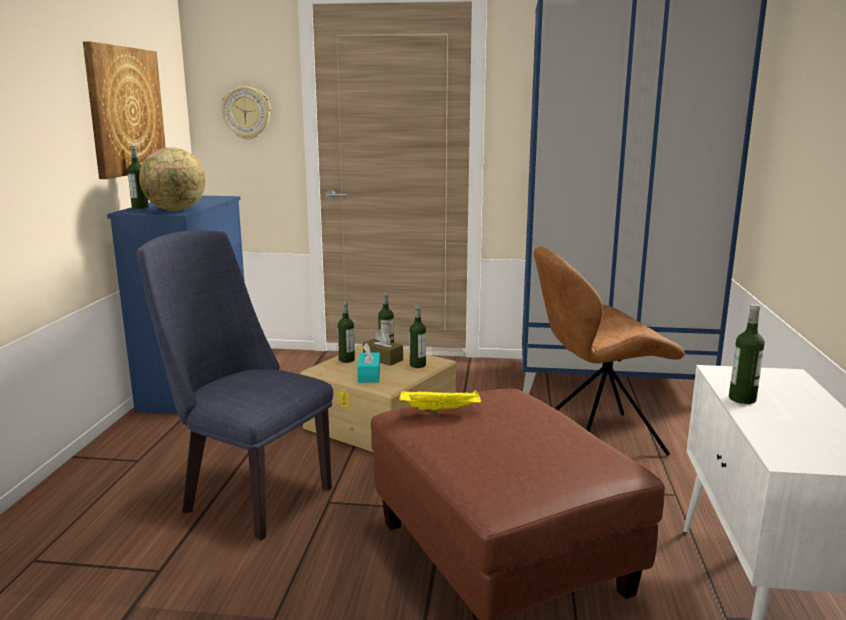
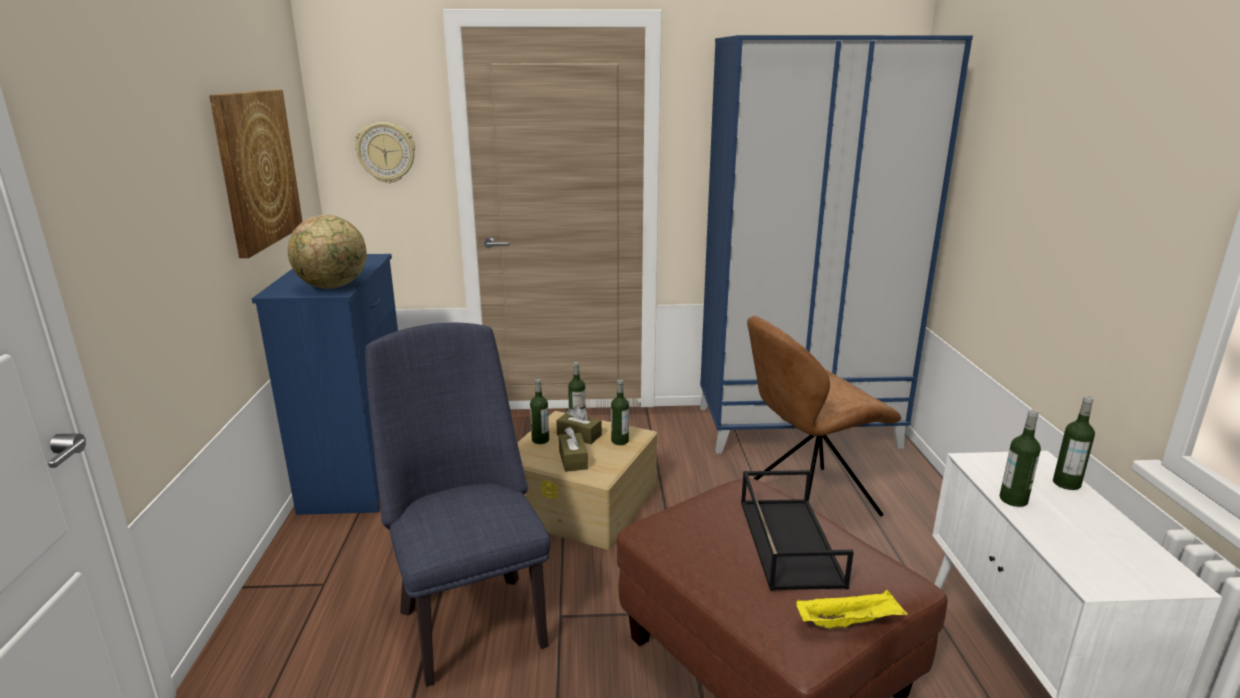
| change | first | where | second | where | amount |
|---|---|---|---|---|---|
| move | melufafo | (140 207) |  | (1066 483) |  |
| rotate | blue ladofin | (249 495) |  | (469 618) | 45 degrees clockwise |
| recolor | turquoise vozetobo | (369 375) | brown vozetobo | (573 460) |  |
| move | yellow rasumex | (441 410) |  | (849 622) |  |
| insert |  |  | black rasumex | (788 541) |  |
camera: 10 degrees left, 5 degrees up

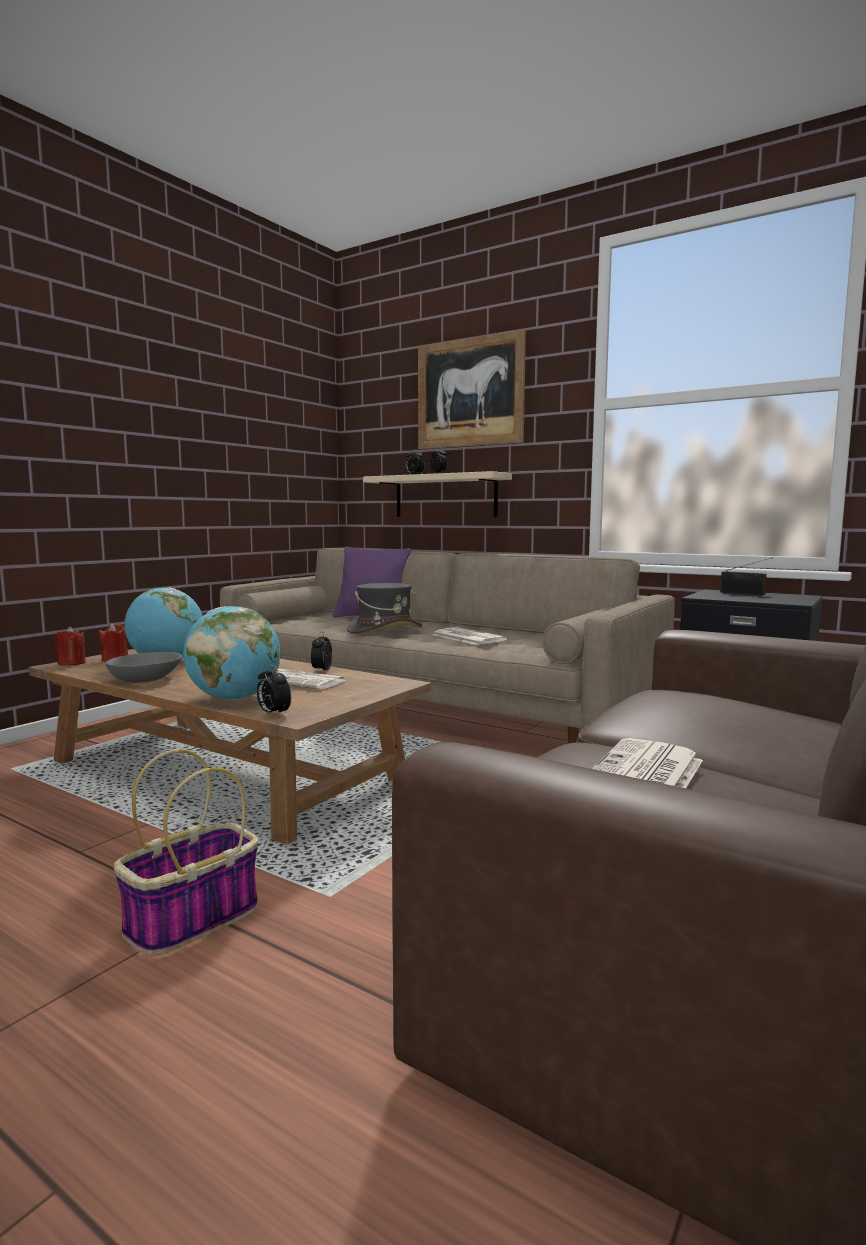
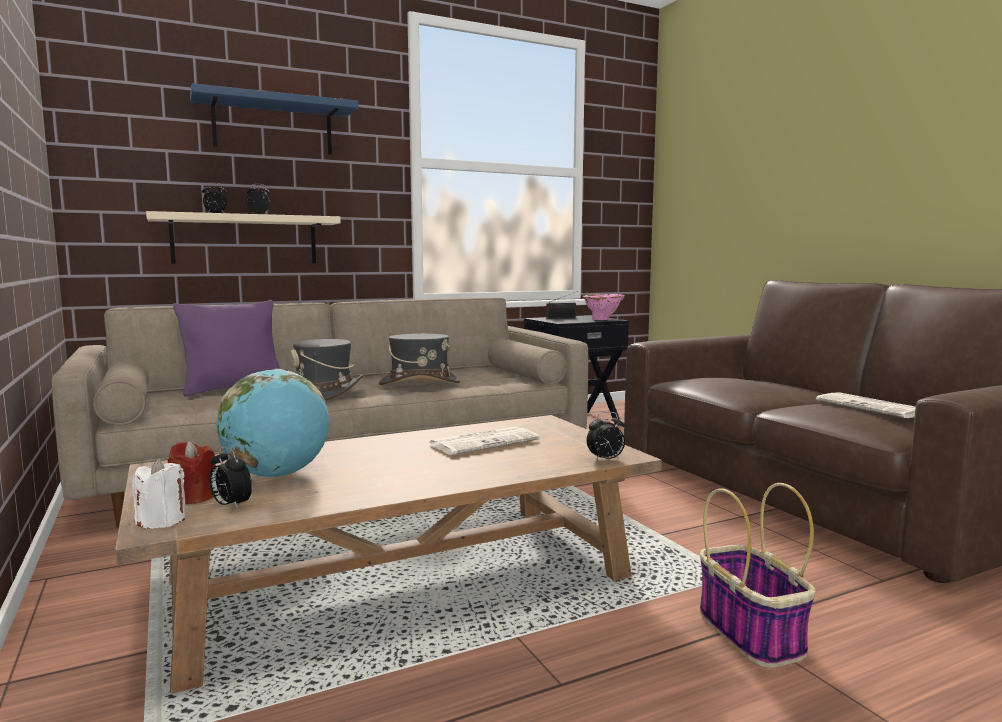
| change | first | where | second | where | amount |
|---|---|---|---|---|---|
| recolor | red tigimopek | (71 663) | white tigimopek | (162 521) |  |
| delete | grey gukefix | (145 679) |  |  |  |
| delete | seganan | (234 699) |  |  |  |
| move | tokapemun | (321 670) |  | (230 506) |  |
| replace | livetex | (470 393) | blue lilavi | (273 127) |  |
| replace | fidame | (467 637) | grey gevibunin | (419 383) |  |
| insert |  |  | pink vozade | (604 319) |  |
camera: 60 degrees left, 0 degrees up

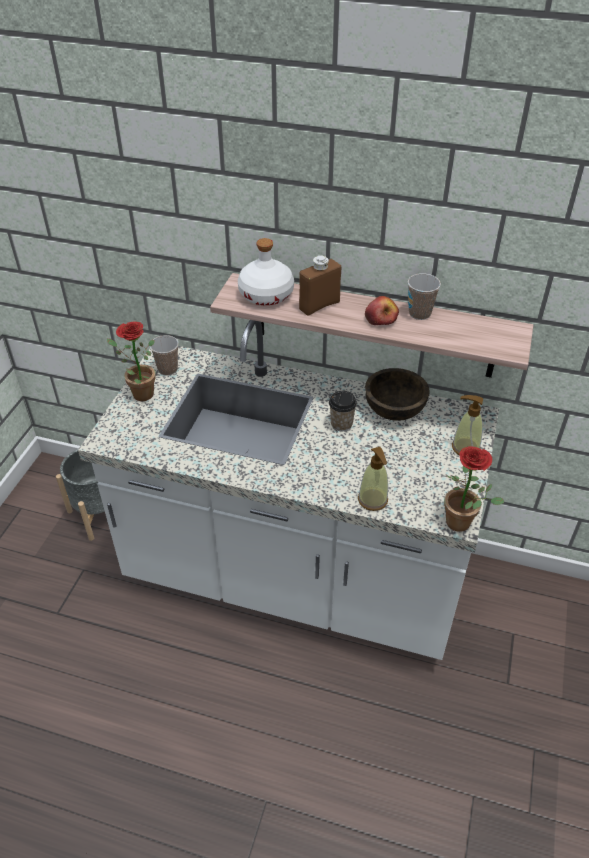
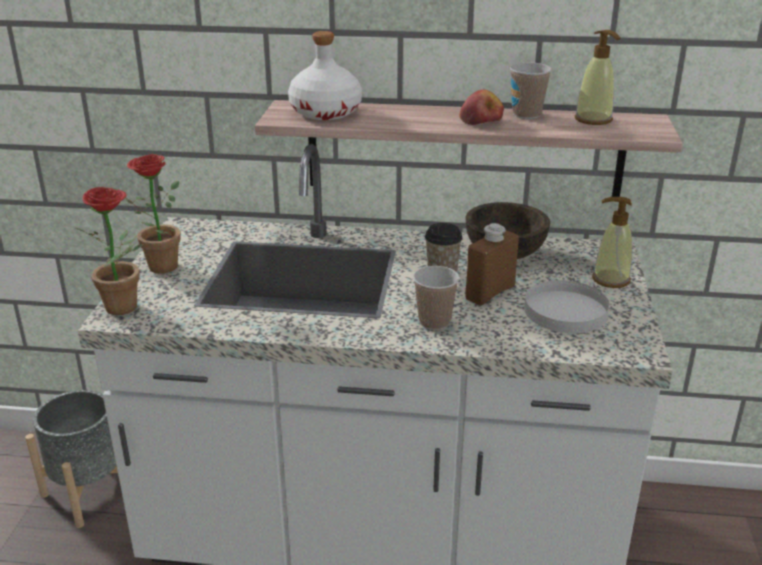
| change | first | where | second | where | amount |
|---|---|---|---|---|---|
| move | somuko | (167 369) |  | (434 322) |  |
| move | brown melufafo | (319 305) |  | (490 292) |  |
| move | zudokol | (373 500) |  | (593 119) |  |
| move | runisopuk | (463 524) |  | (127 308) |  |
| insert |  |  | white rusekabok | (565 311) |  |
camera: 10 degrees left, 15 degrees down

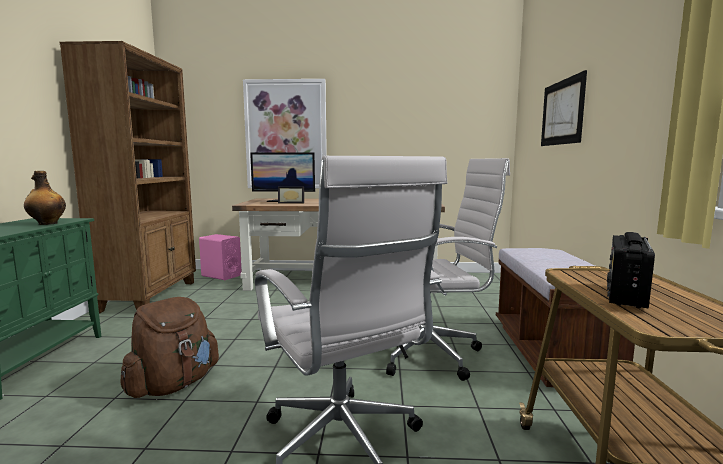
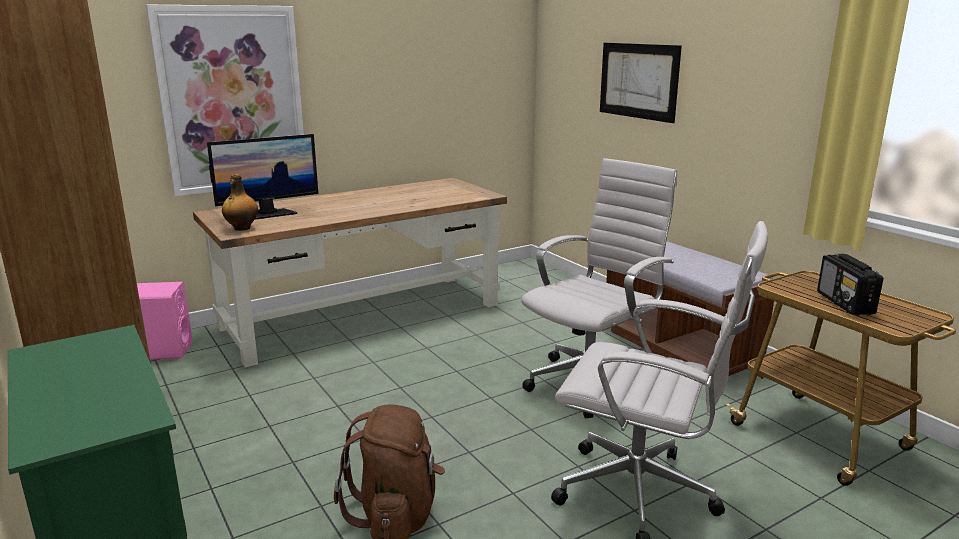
| change | first | where | second | where | amount |
|---|---|---|---|---|---|
| move | melufafo | (47 223) |  | (241 228) |  |
| delete | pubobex | (291 203) |  |  |  |
camera: 35 degrees left, 10 degrees up

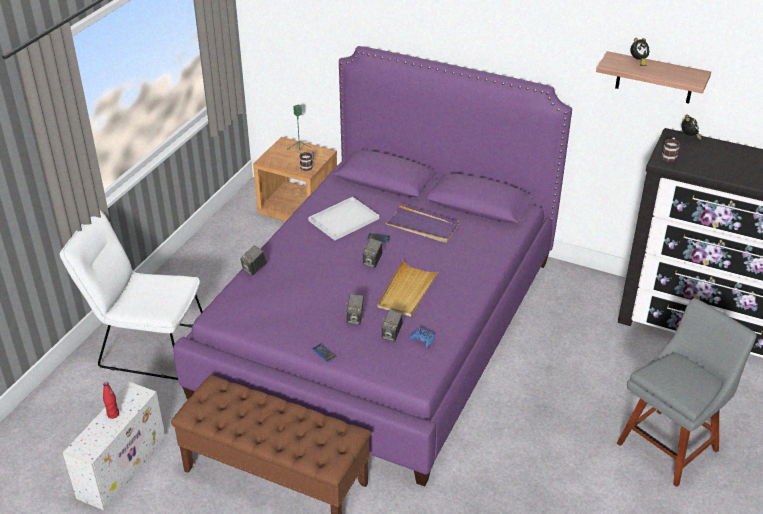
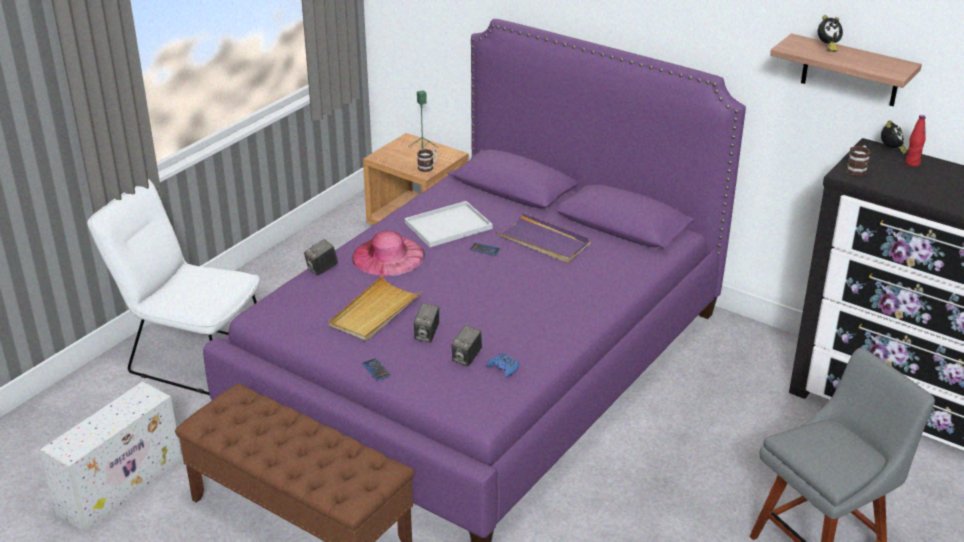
| change | first | where | second | where | amount |
|---|---|---|---|---|---|
| move | red melufafo | (113 414) |  | (912 163) |  |
| delete | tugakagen | (372 262) |  |  |  |
| move | beige rasumex | (407 291) |  | (375 312) |  |
| insert |  |  | pink gevibunin | (388 256) |  |
camera: 10 degrees right, 5 degrees down

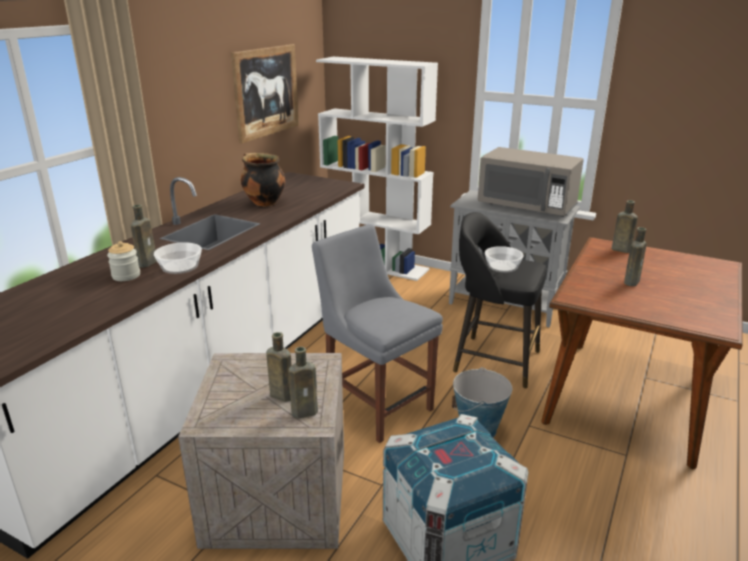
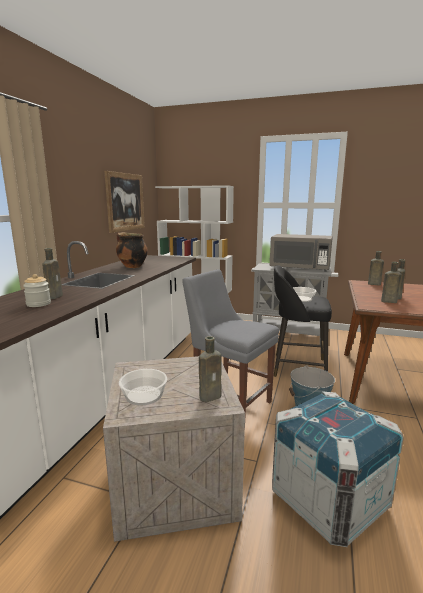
| change | first | where | second | where | amount |
|---|---|---|---|---|---|
| move | gukefix | (180 266) |  | (144 395) |  |
| move | brown melufafo | (280 395) |  | (387 301) |  |
camera: 10 degrees left, 10 degrees down

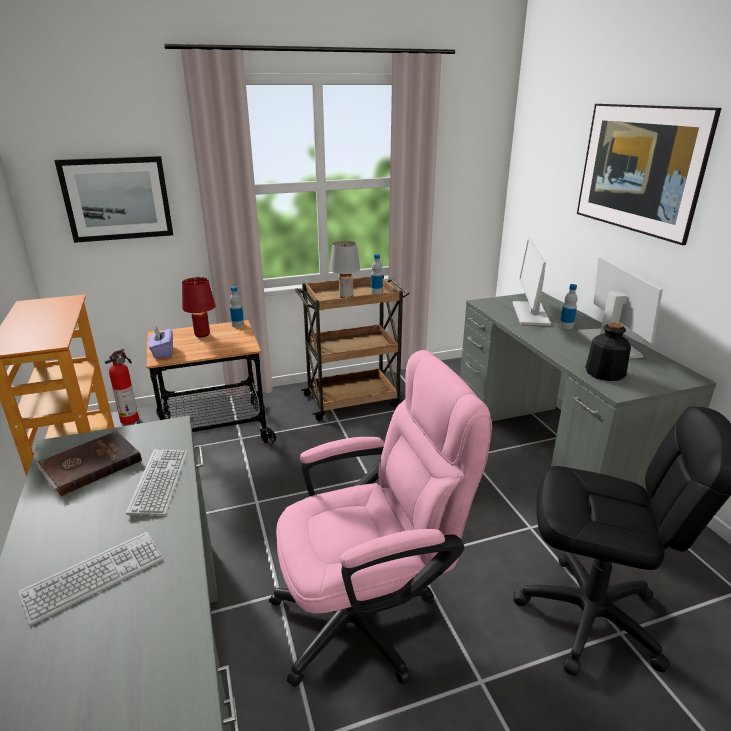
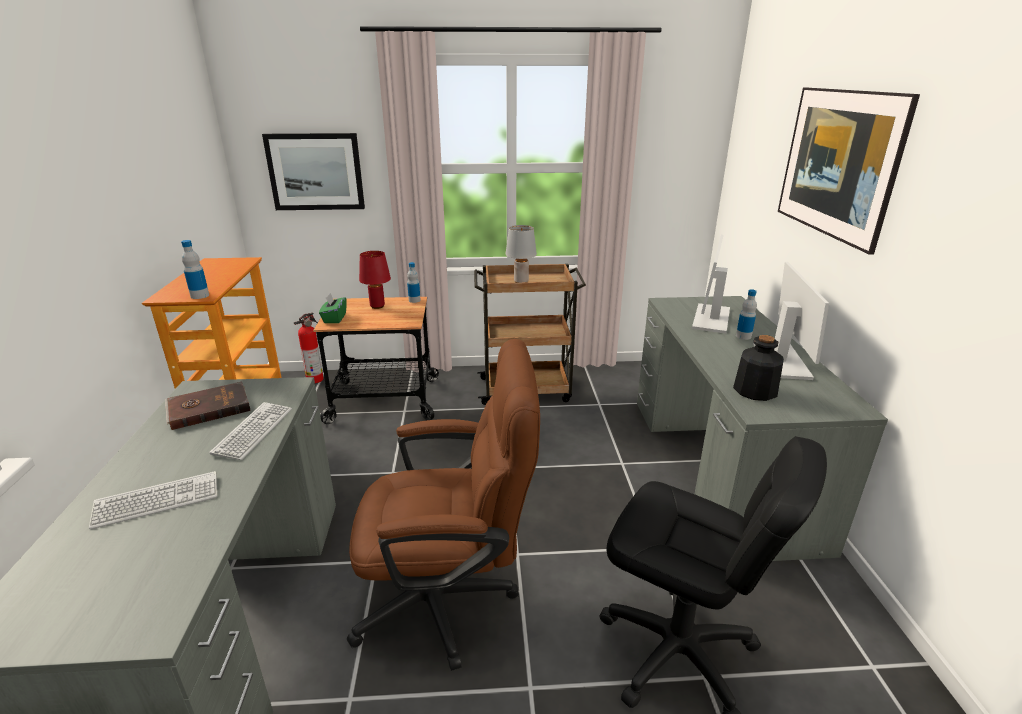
| change | first | where | second | where | amount |
|---|---|---|---|---|---|
| recolor | purple vozetobo | (163 352) | green vozetobo | (334 318) |  |
| recolor | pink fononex | (369 615) | brown fononex | (449 599) |  |
| move | melufafo | (376 292) |  | (200 296) |  |
camera: 15 degrees right, 0 degrees up

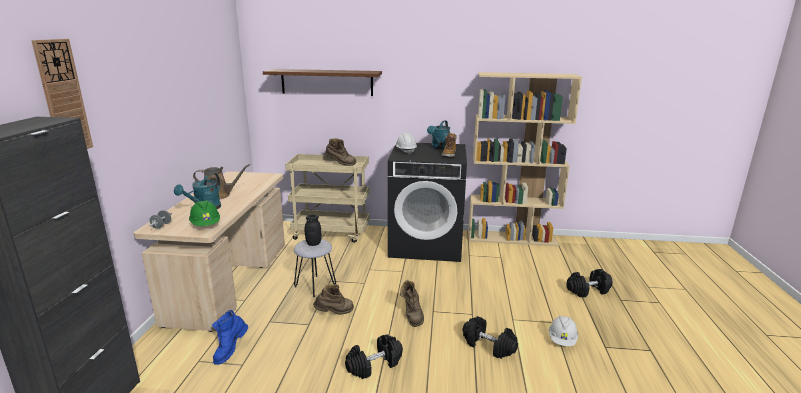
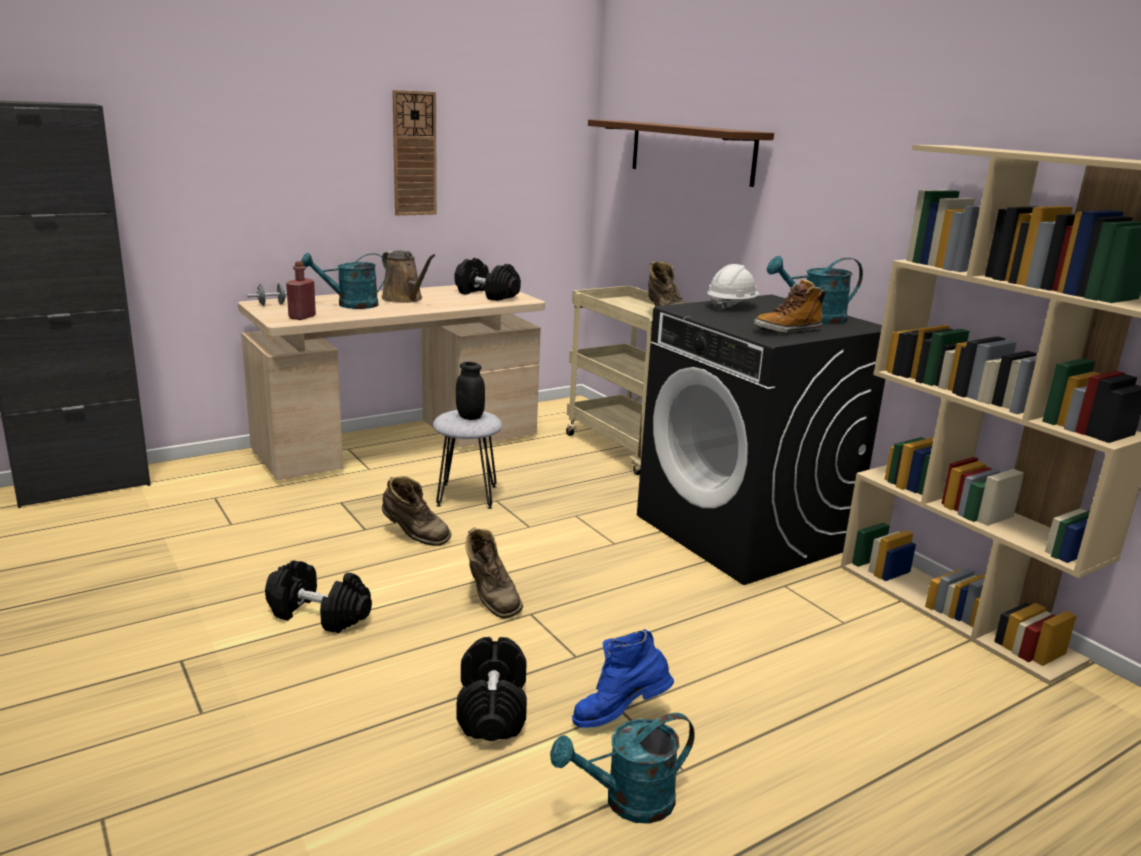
| change | first | where | second | where | amount |
|---|---|---|---|---|---|
| move | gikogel | (63 97) |  | (414 154) |  |
| replace | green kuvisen | (206 225) | red melufafo | (302 317) |  |
| move | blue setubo | (230 351) |  | (619 715) |  |
| rotate | brown setubo | (412 315) |  | (491 599) | 75 degrees counterclockwise |
| replace | white kuvisen | (562 340) | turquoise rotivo | (627 802) |  |
| move | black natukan | (588 291) |  | (486 295) |  |
camera: 50 degrees right, 0 degrees up

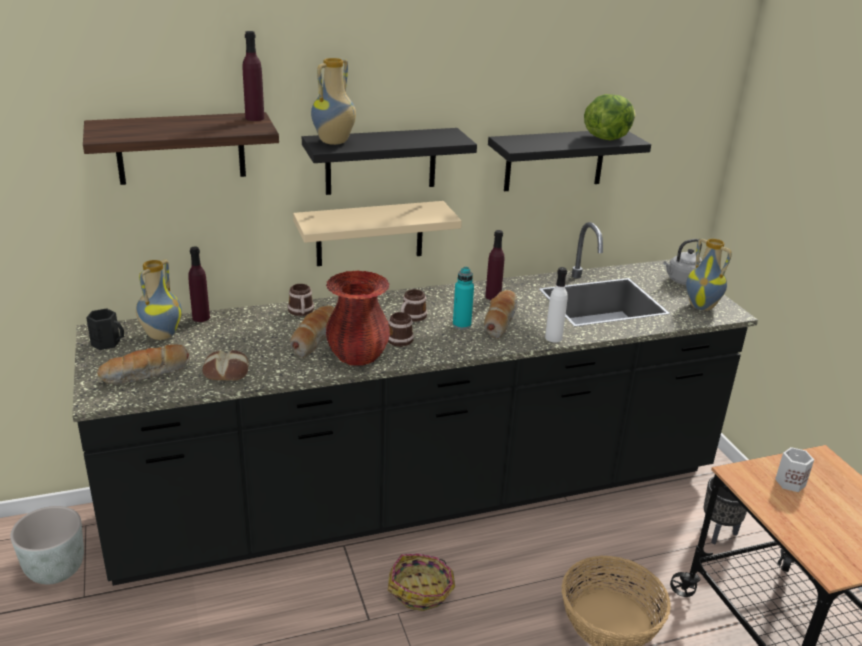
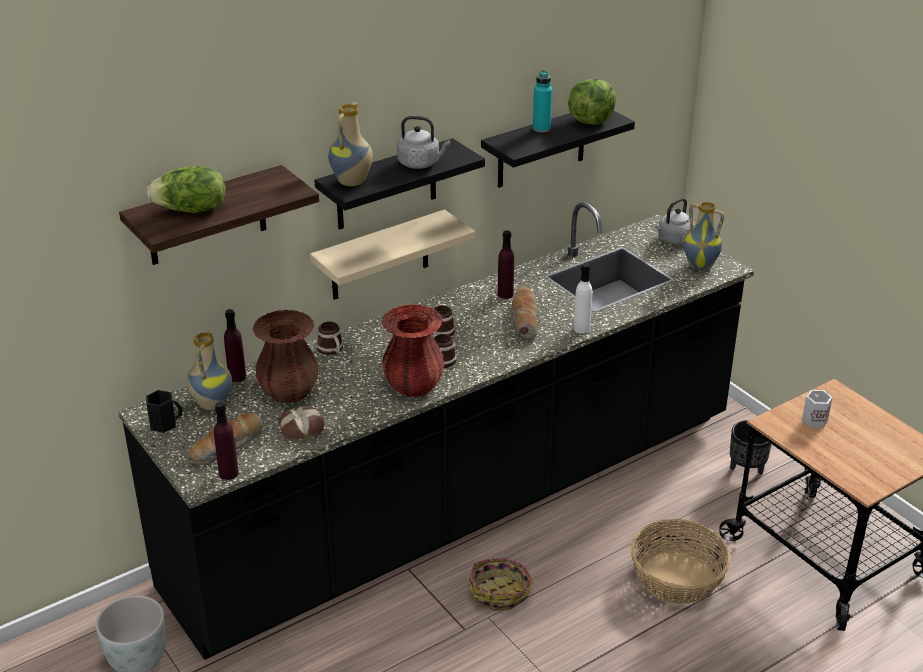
| change | first | where | second | where | amount |
|---|---|---|---|---|---|
| move | purple melufafo | (254 118) |  | (228 473) |  |
| delete | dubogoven | (314 337) |  |  |  |
| move | turquoise melufafo | (461 325) |  | (541 128) |  |
| insert |  |  | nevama | (191 210) |  |
| insert |  |  | brown vozade | (289 392) |  |
| insert |  |  | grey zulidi | (421 163) |  |
camera: 15 degrees left, 5 degrees up

